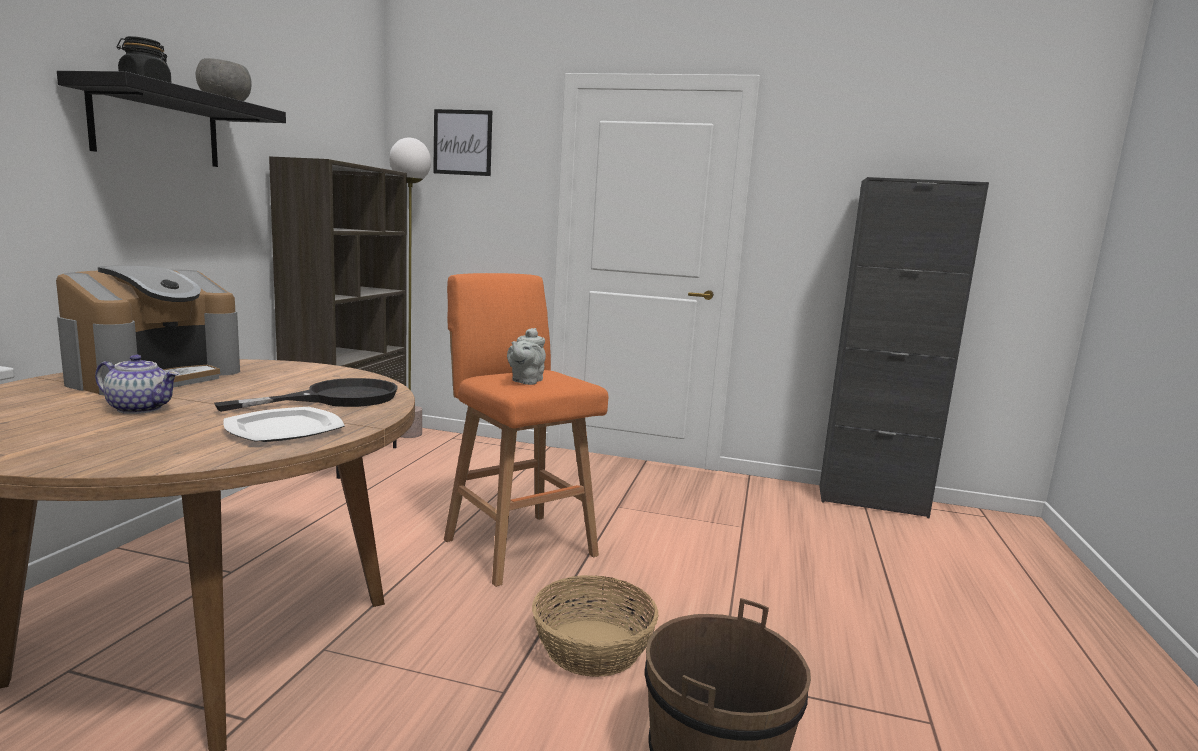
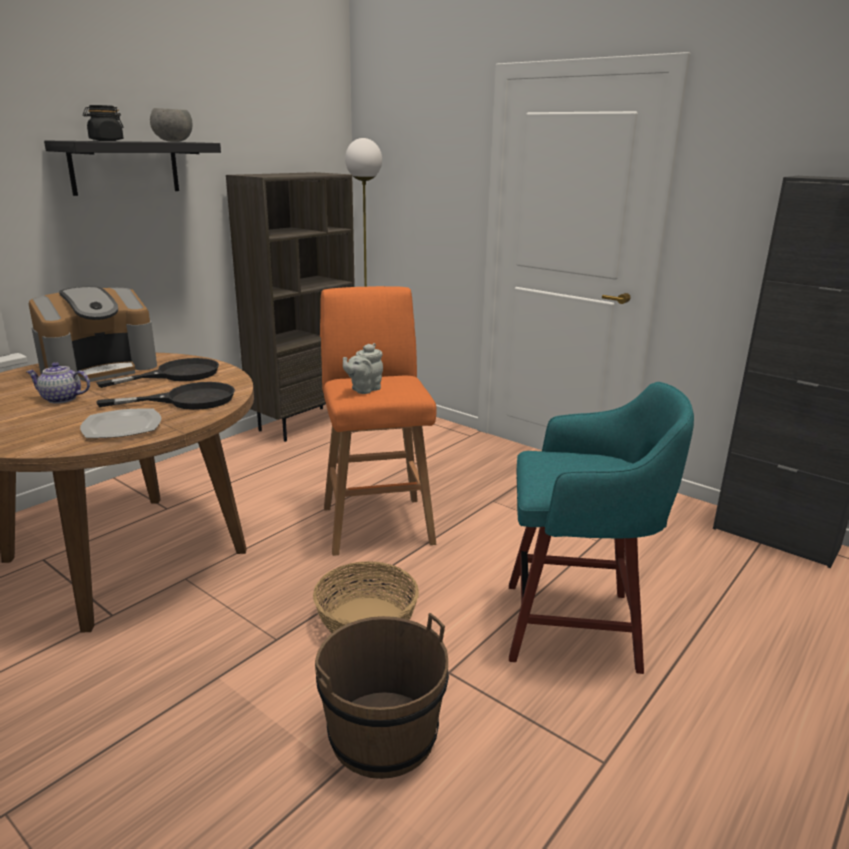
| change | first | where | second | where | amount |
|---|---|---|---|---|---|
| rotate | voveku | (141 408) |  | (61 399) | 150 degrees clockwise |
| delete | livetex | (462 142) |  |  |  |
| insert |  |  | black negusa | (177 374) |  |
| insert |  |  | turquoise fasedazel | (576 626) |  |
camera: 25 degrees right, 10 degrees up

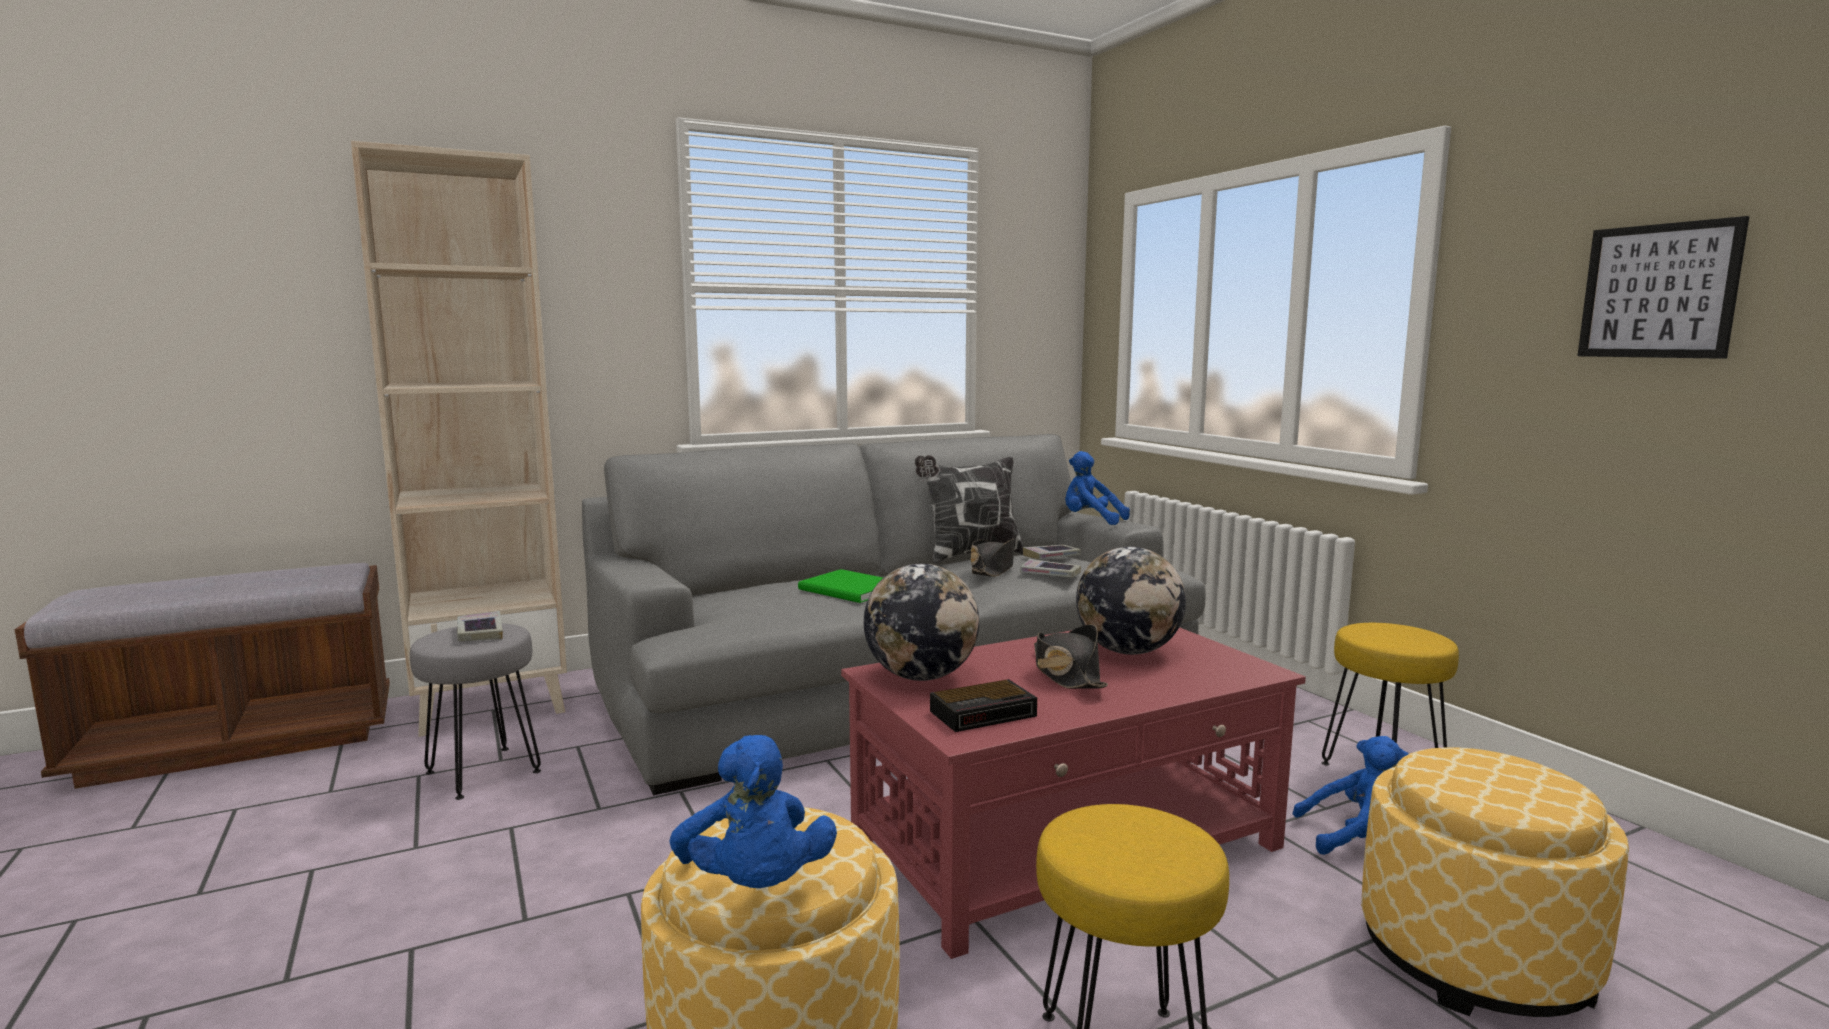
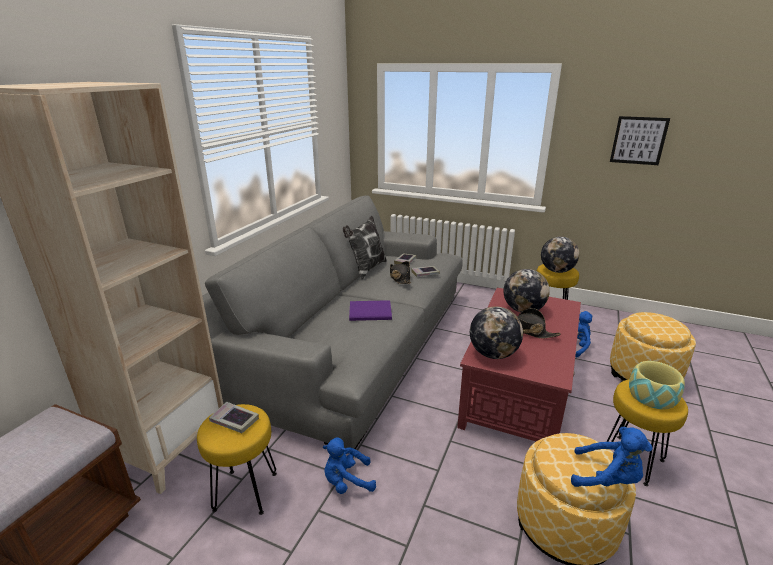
| change | first | where | second | where | amount |
|---|---|---|---|---|---|
| recolor | grey fasedazel | (484 771) | yellow fasedazel | (245 490) |  |
| recolor | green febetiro | (850 590) | purple febetiro | (371 312) |  |
| delete | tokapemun | (985 713) |  |  |  |
| move | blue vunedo | (1090 521) |  | (347 482) |  |
| insert |  |  | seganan | (556 271) |  |
| insert |  |  | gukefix | (652 396) |  |
camera: 40 degrees left, 15 degrees up

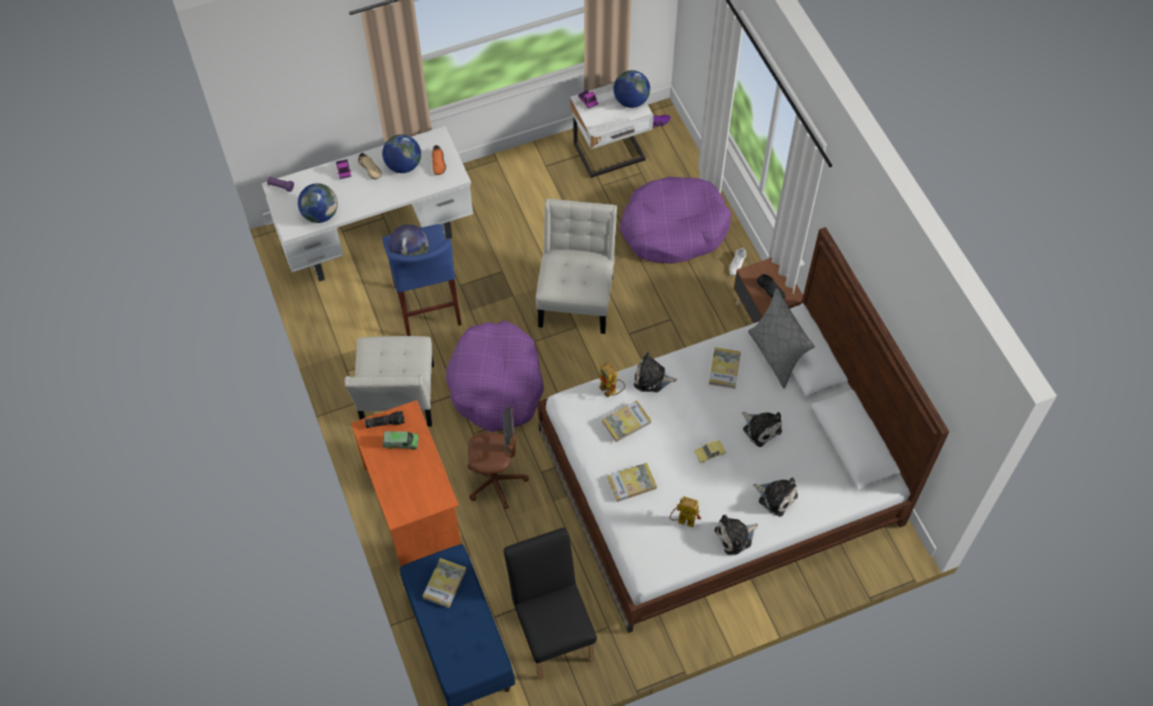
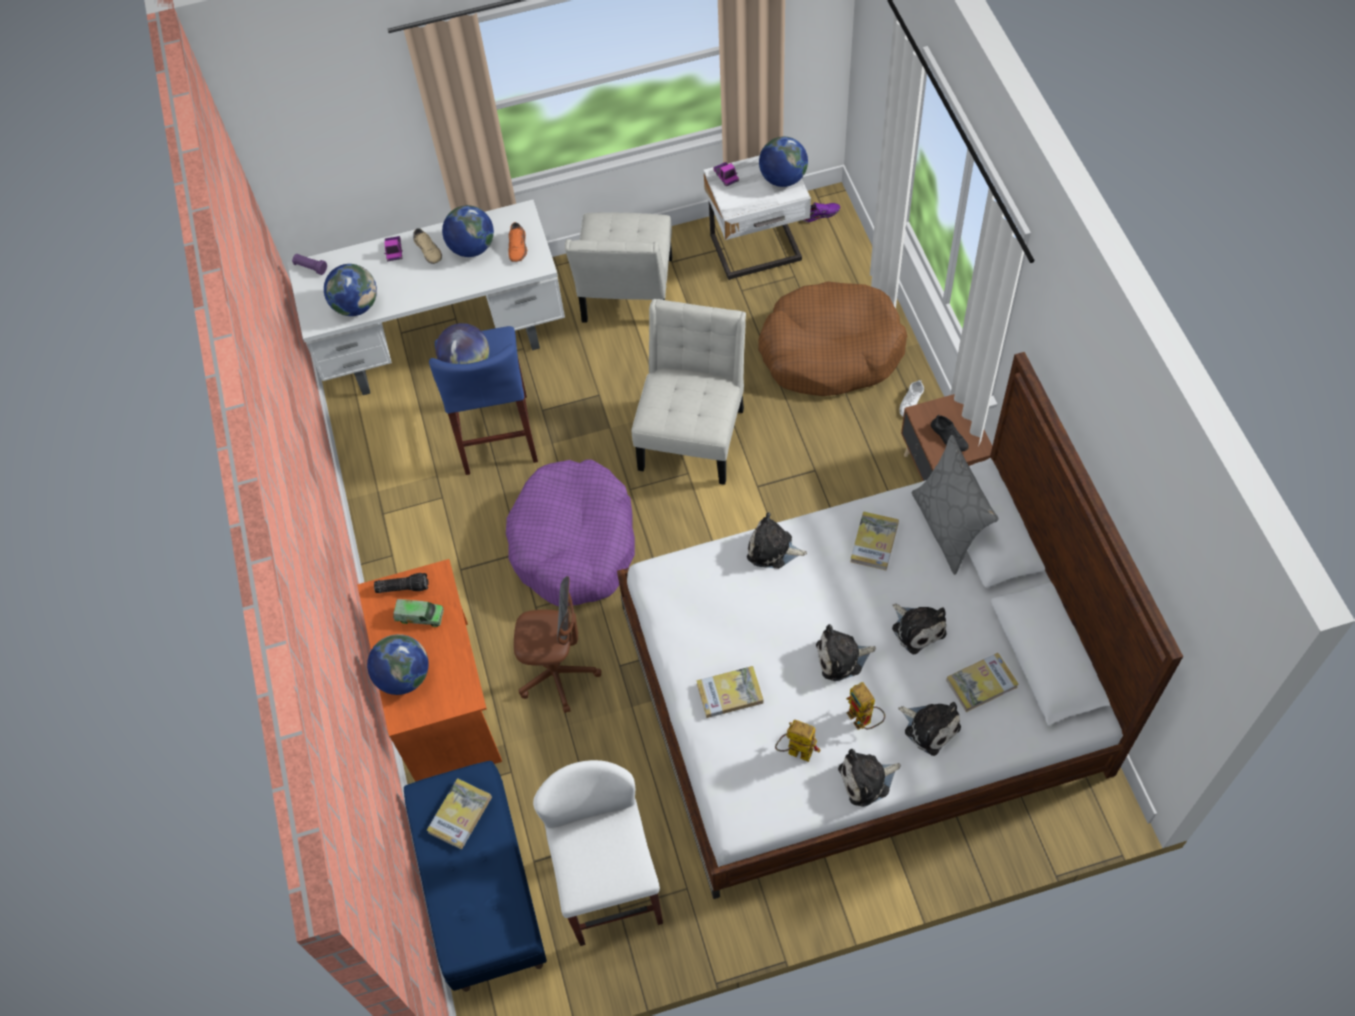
| change | first | where | second | where | amount |
|---|---|---|---|---|---|
| move | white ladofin | (397 401) |  | (626 295) |  |
| replace | black ladofin | (552 630) | white fasedazel | (610 887) |  |
| move | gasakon | (611 391) |  | (863 721) |  |
| move | febetiro | (626 422) |  | (981 683) |  |
| recolor | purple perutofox | (673 229) | brown perutofox | (830 351) |  |
| replace | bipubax | (709 453) | vunedo | (842 658) |  |
| insert |  |  | seganan | (404 676) |  |
camera: 10 degrees right, 0 degrees up

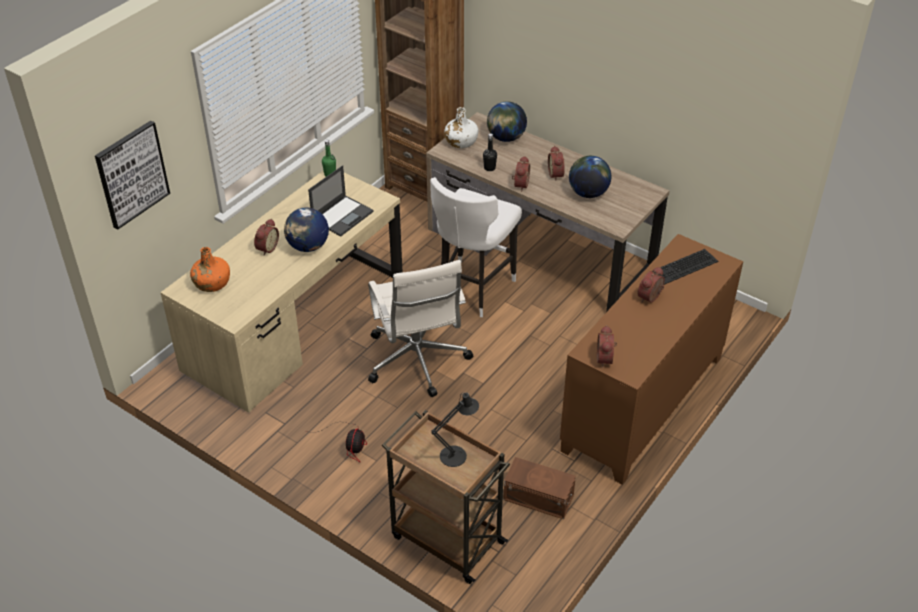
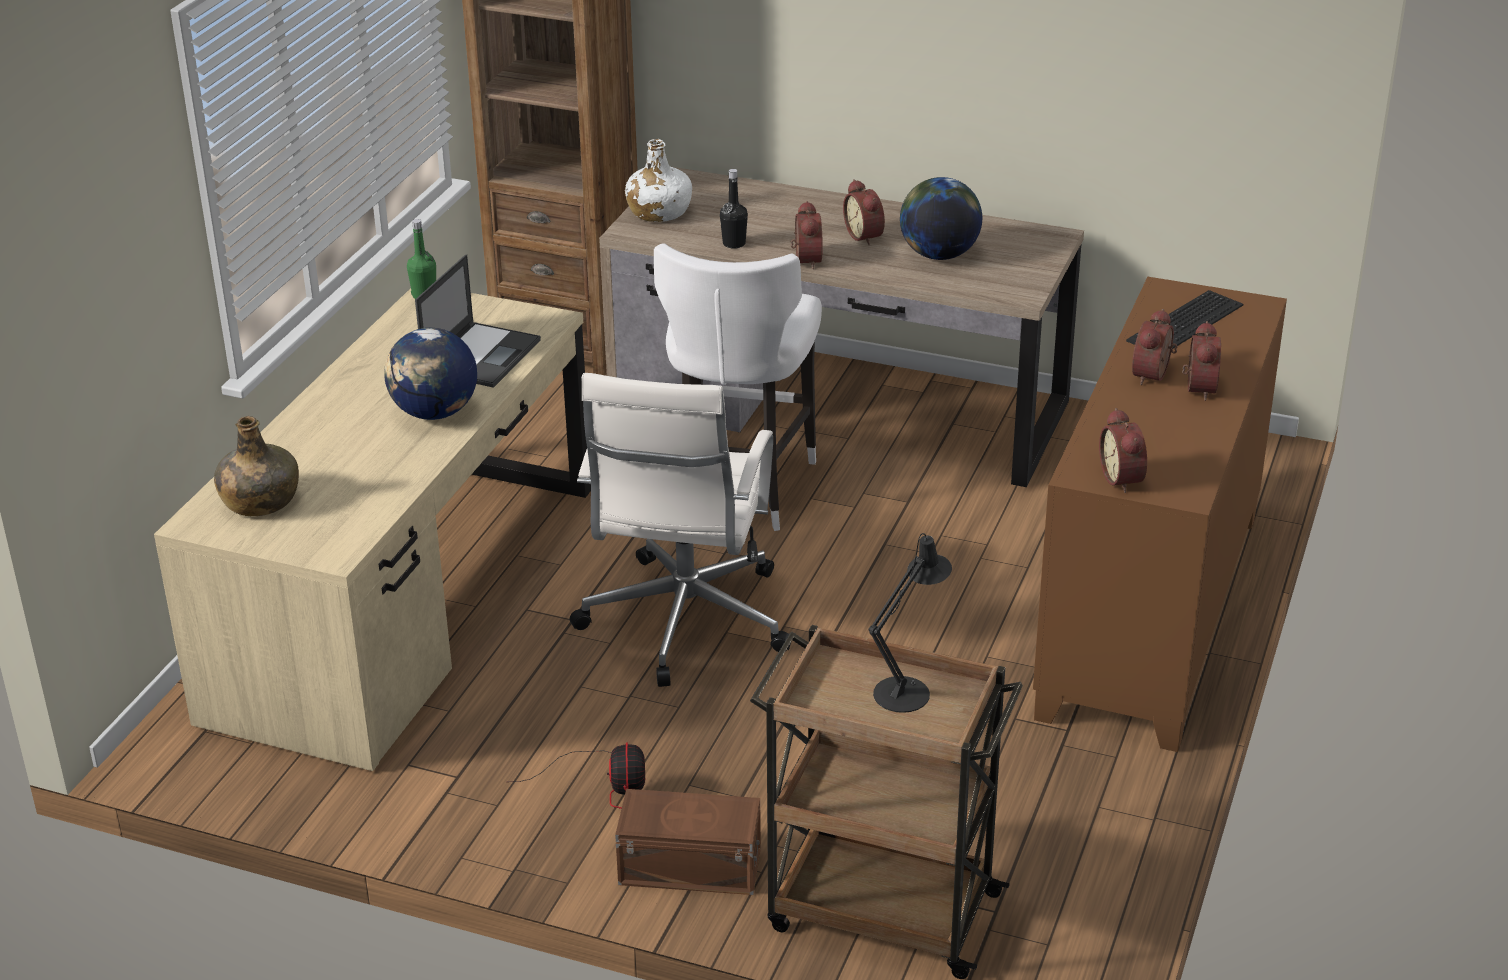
| change | first | where | second | where | amount |
|---|---|---|---|---|---|
| delete | livetex | (131 174) |  |  |  |
| recolor | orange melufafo | (212 283) | green melufafo | (260 501) |  |
| move | tokapemun | (266 248) |  | (1197 388) |  |
| rotate | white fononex | (417 361) |  | (684 623) | 45 degrees clockwise |
| delete | seganan | (506 138) |  |  |  |
| move | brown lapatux | (538 496) |  | (688 864) |  |
camera: 15 degrees left, 10 degrees down

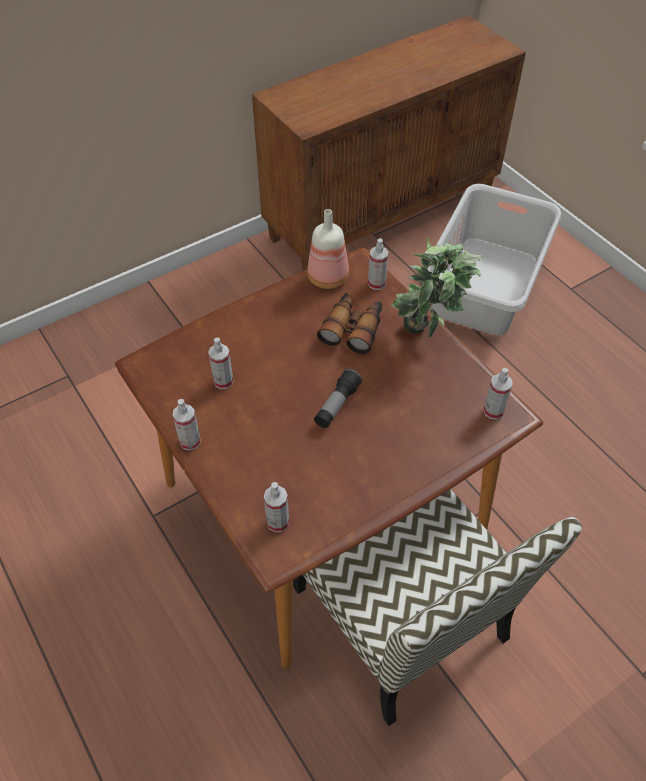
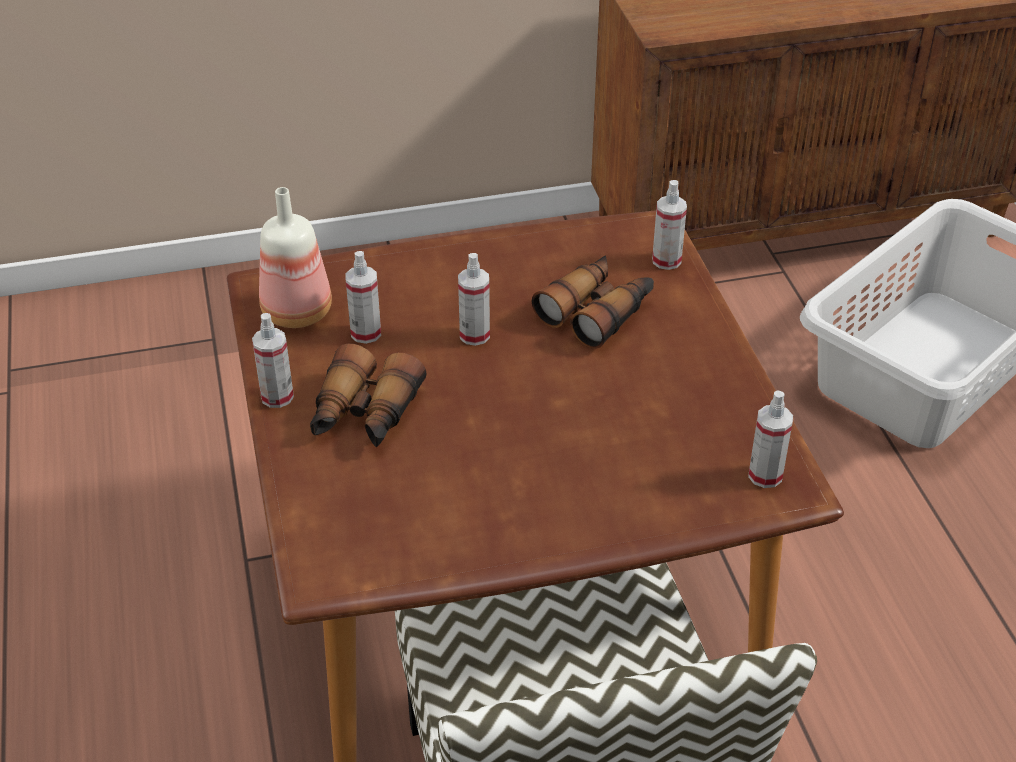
| change | first | where | second | where | amount |
|---|---|---|---|---|---|
| move | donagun | (278 522) |  | (474 335) |  |
| move | melufafo | (329 278) |  | (299 313) |  |
| delete | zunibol | (337 405) |  |  |  |
| delete | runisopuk | (428 334) |  |  |  |
| insert |  |  | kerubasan | (364 415) |  |
camera: 20 degrees right, 10 degrees down

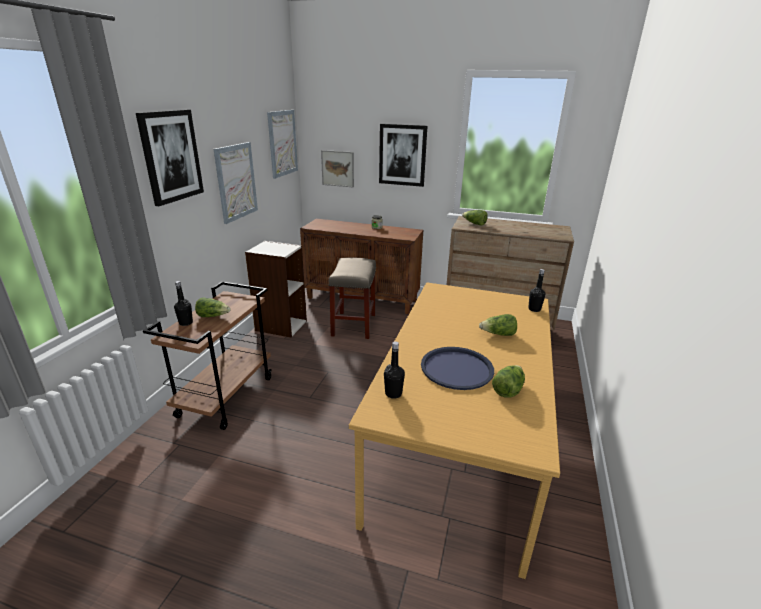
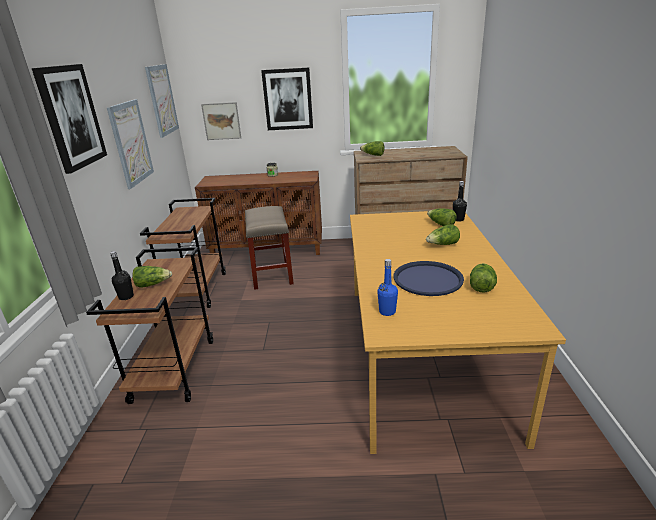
| change | first | where | second | where | amount |
|---|---|---|---|---|---|
| replace | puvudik | (280 325) | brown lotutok | (197 290) |  |
| recolor | black melufafo | (393 393) | blue melufafo | (387 311) |  |
| insert |  |  | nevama | (441 224) |  |
camera: 15 degrees left, 0 degrees up

